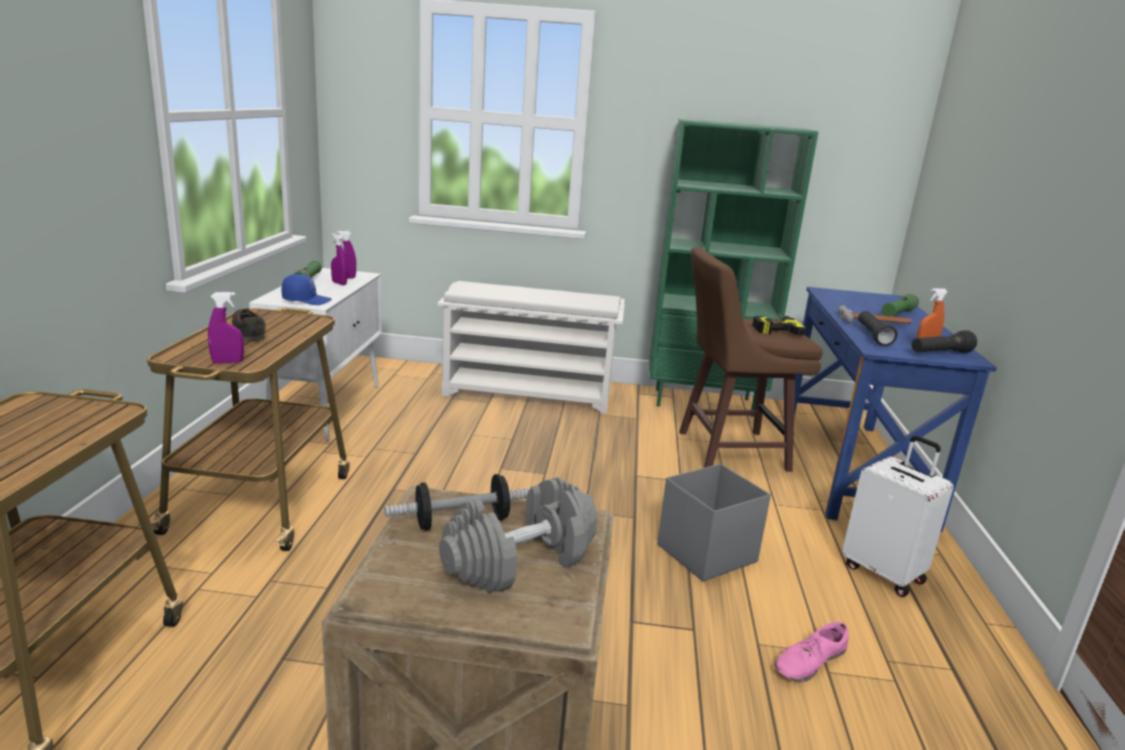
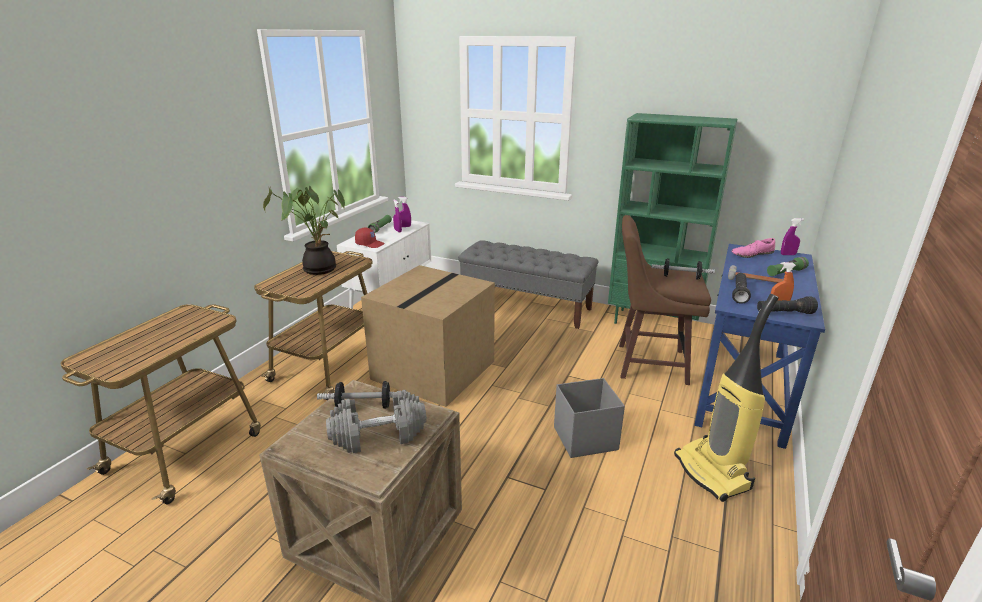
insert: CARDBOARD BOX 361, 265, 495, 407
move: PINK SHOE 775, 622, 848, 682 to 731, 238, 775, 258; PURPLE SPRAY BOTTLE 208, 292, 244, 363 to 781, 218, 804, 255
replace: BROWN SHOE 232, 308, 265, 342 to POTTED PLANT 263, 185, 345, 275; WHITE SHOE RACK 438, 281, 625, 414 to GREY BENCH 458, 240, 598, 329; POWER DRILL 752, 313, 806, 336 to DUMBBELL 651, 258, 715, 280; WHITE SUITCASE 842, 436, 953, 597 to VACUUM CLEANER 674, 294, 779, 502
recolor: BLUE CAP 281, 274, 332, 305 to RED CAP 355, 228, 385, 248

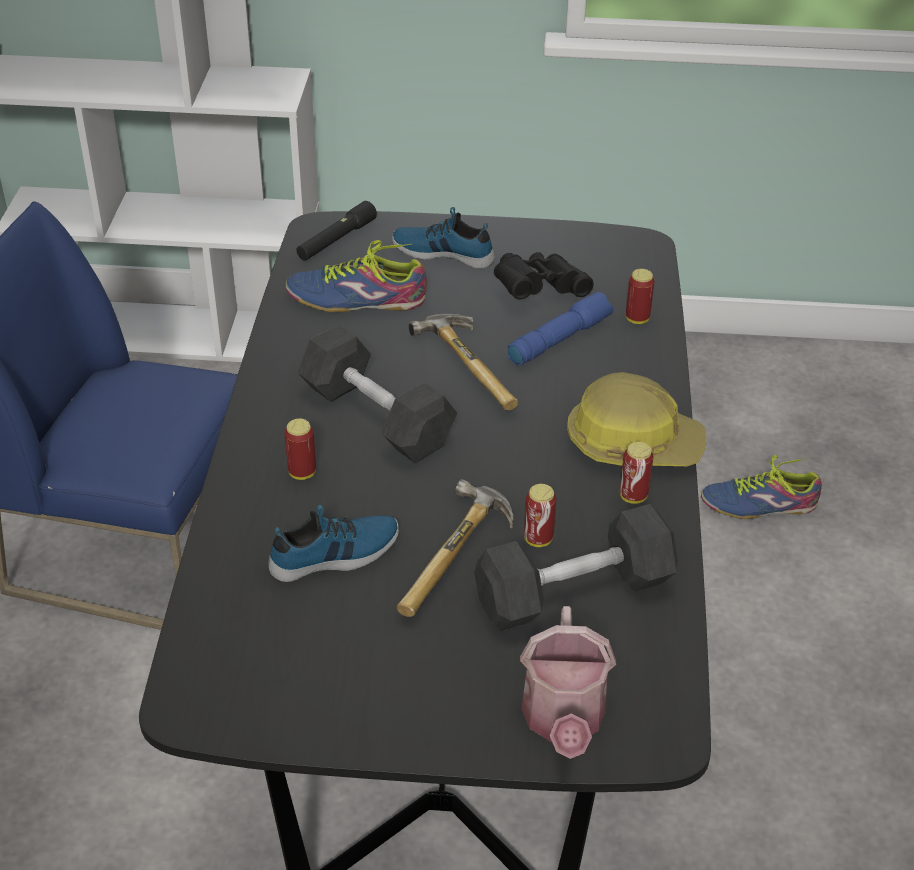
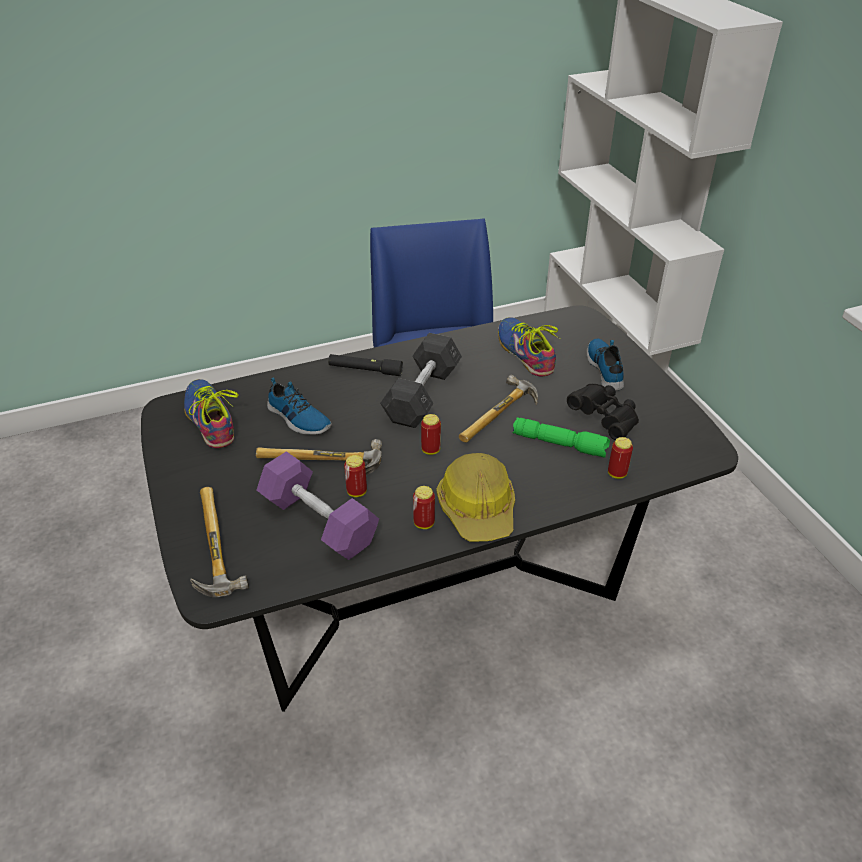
move: SHOE 701, 455, 822, 519 to 184, 379, 239, 448; BLACK FLASHLIGHT 296, 201, 377, 261 to 328, 354, 403, 376; CAN 284, 418, 316, 480 to 421, 414, 441, 455
replace: WATERING CAN 520, 606, 616, 759 to HAMMER 190, 487, 249, 597
recolor: GREY DUMBBELL 474, 504, 678, 631 to PURPLE DUMBBELL 257, 451, 379, 560; BLUE FLASHLIGHT 507, 292, 614, 366 to GREEN FLASHLIGHT 513, 417, 610, 458

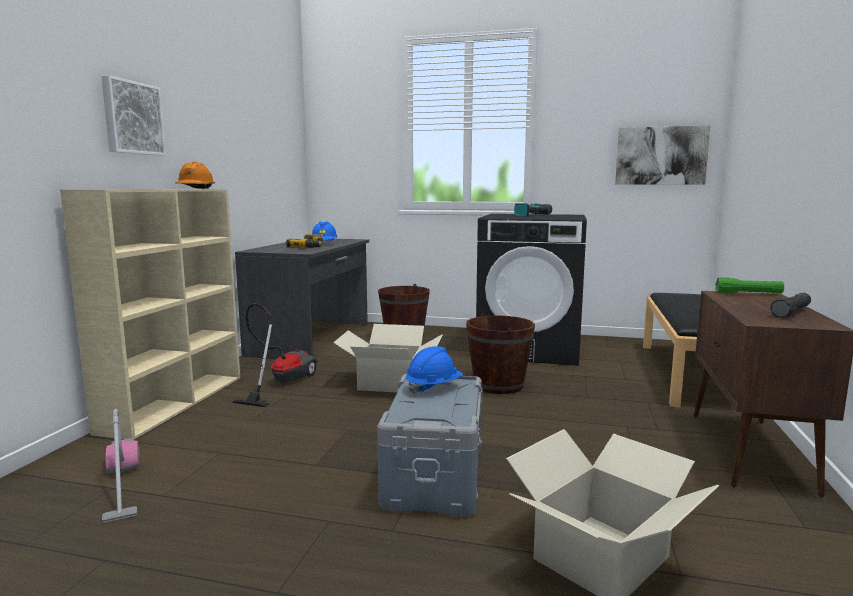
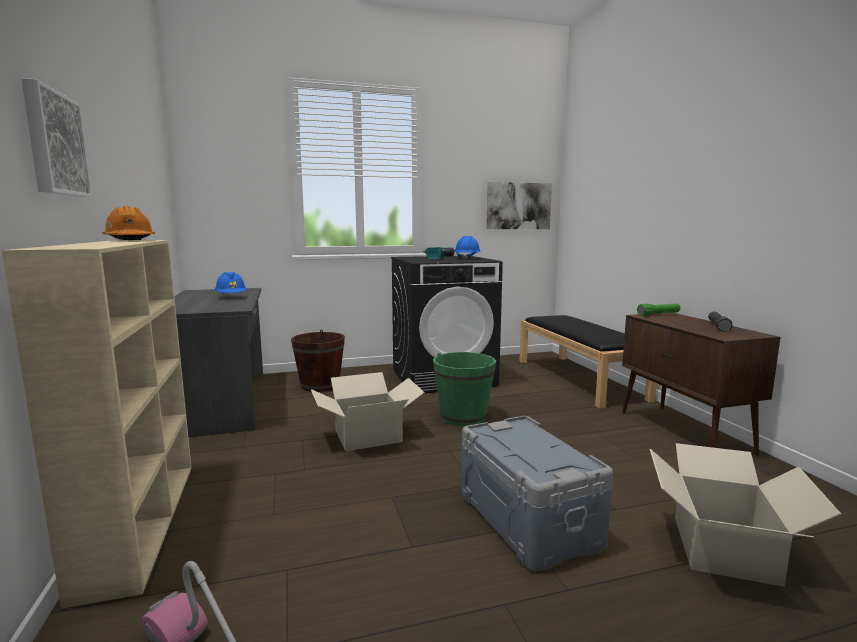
delete: VACUUM CLEANER 233, 303, 317, 407; POWER DRILL 286, 234, 323, 248
move: BLUE HARD HAT 406, 346, 463, 395 to 454, 236, 481, 260
recolor: BROWN BUCKET 466, 313, 535, 394 to GREEN BUCKET 433, 352, 496, 426

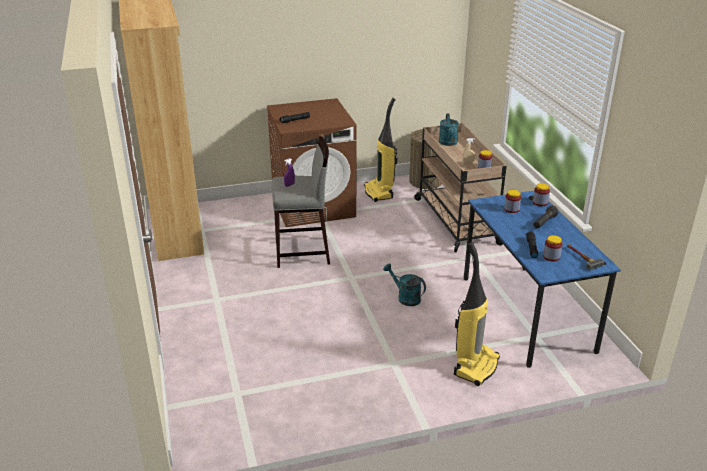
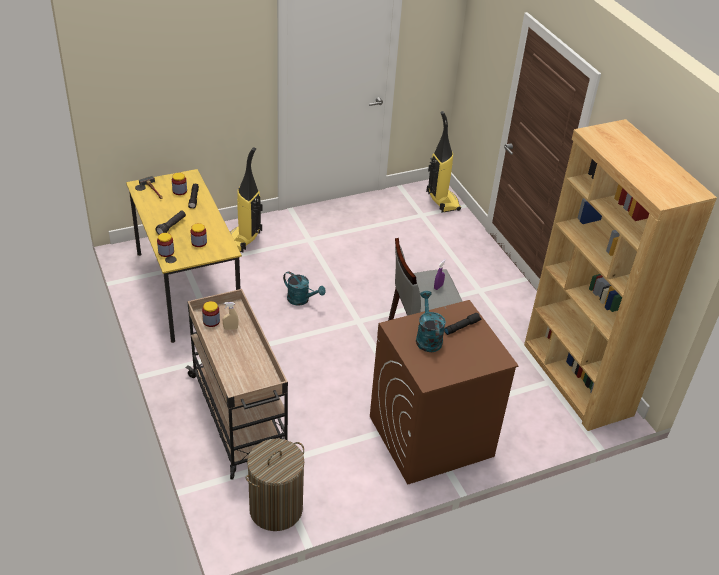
move: TURQUOISE WATERING CAN 439, 114, 459, 146 to 416, 291, 446, 352; VACUUM CLEANER 364, 98, 397, 202 to 426, 111, 461, 212
recolor: BLUE DESK 464, 191, 621, 368 to YELLOW DESK 126, 169, 242, 343

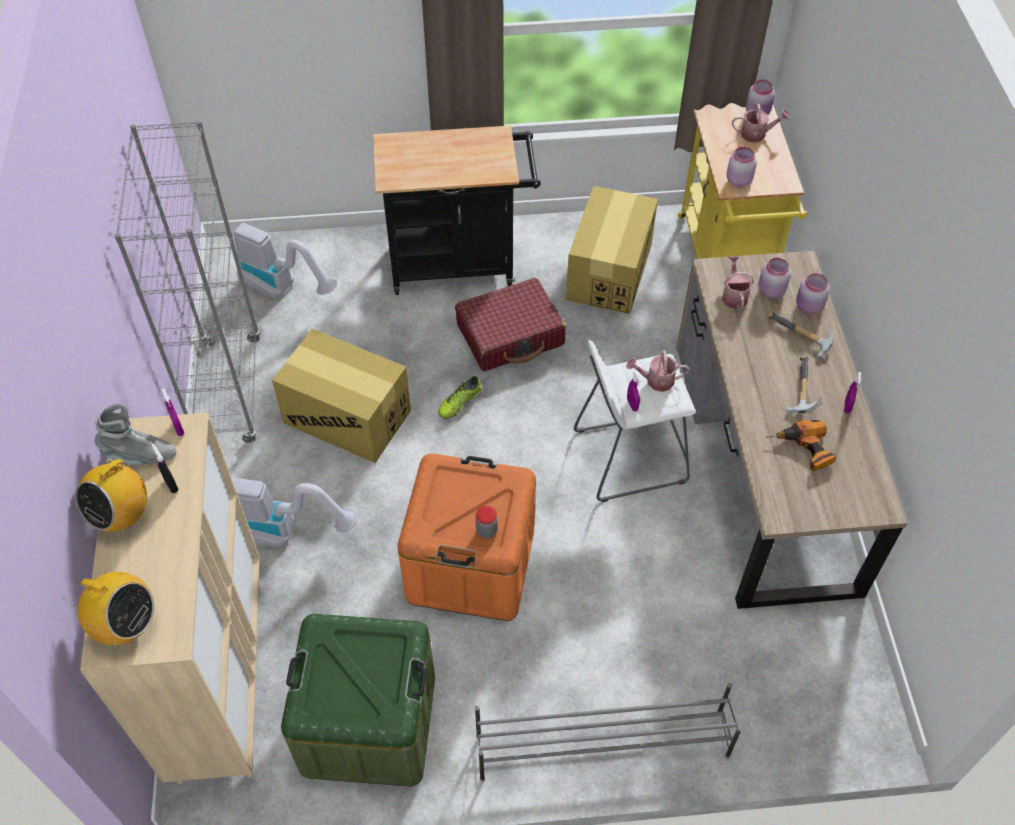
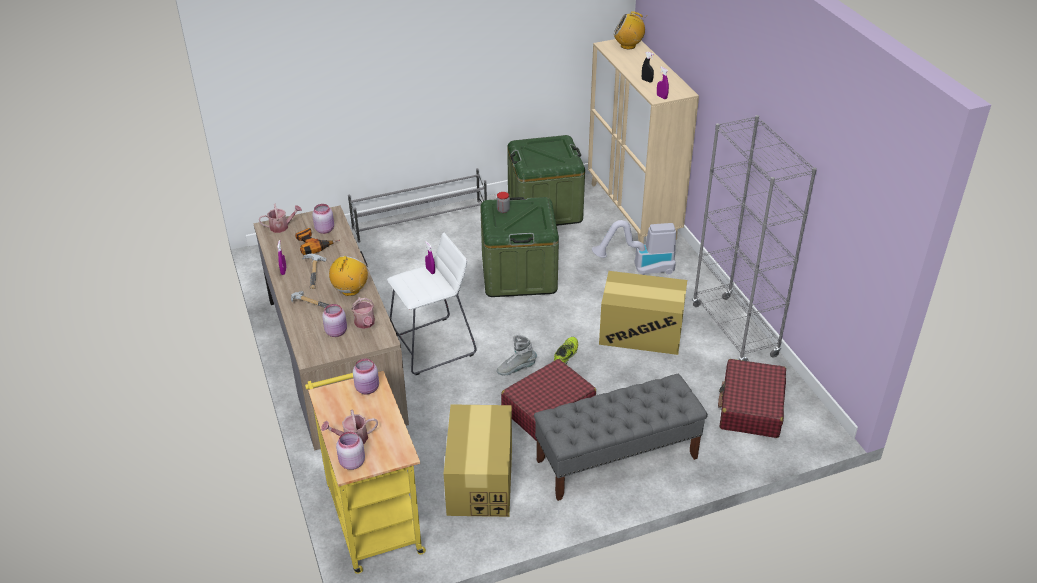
move: WATERING CAN 626, 351, 690, 392 to 259, 204, 302, 233; PINK JAR 796, 273, 830, 314 to 312, 204, 334, 234; RADIO 75, 449, 147, 532 to 329, 256, 368, 296; GREY BOOT 95, 403, 176, 465 to 497, 335, 537, 375
replace: BLACK CART 373, 125, 541, 295 to GREY BENCH 534, 374, 708, 501; VACUUM CLEANER 234, 223, 337, 298 to RED SUITCASE 718, 359, 786, 438
recolor: ORANGE STORAGE BOX 397, 453, 536, 621 to GREEN STORAGE BOX 480, 197, 559, 297

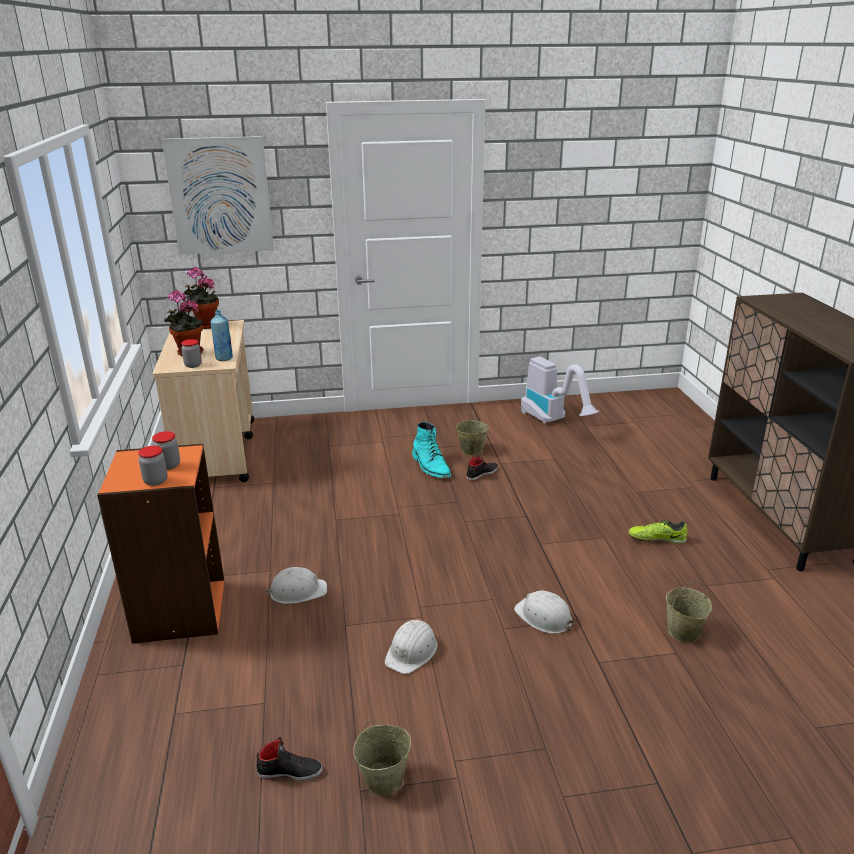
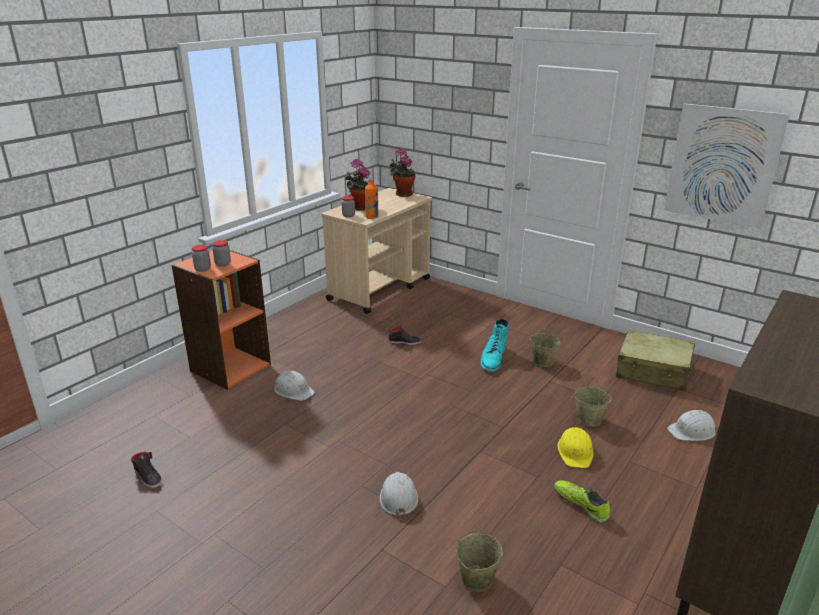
insert: YELLOW HARD HAT 557, 427, 594, 468
move: BLACK SHOE 466, 456, 499, 481 to 388, 325, 422, 345; BEIGE BUCKET 353, 720, 411, 796 to 574, 378, 612, 427; PICTURE 162, 136, 274, 255 to 664, 103, 790, 229; WHITE HARD HAT 384, 620, 438, 674 to 667, 410, 716, 441
replace: VACUUM CLEANER 521, 357, 599, 424 to BEIGE SUITCASE 616, 330, 695, 391
recolor: BLUE BOTTLE 211, 310, 233, 361 to ORANGE BOTTLE 365, 179, 378, 219

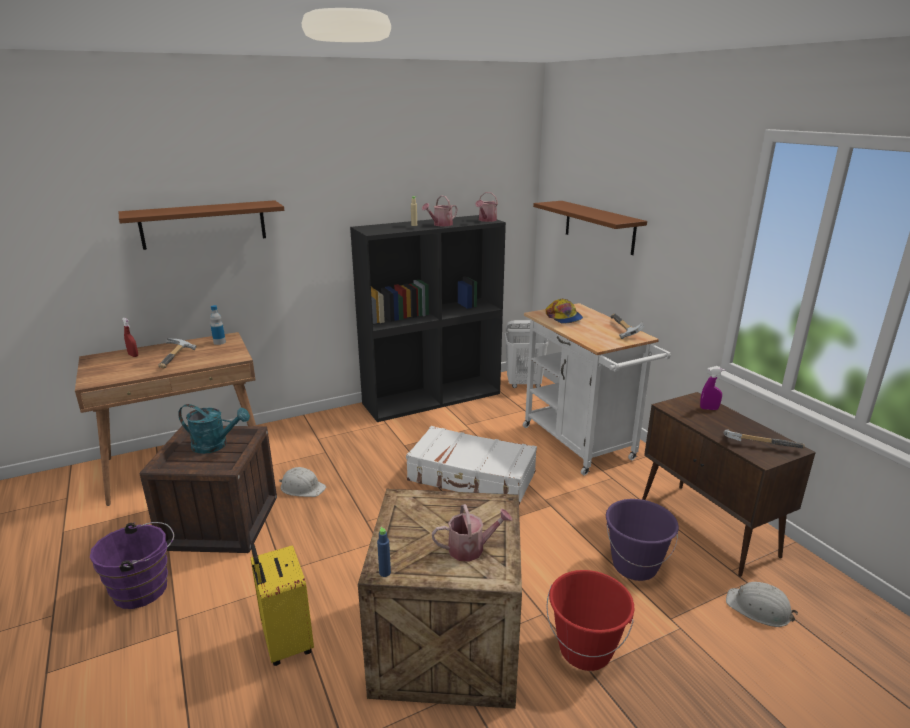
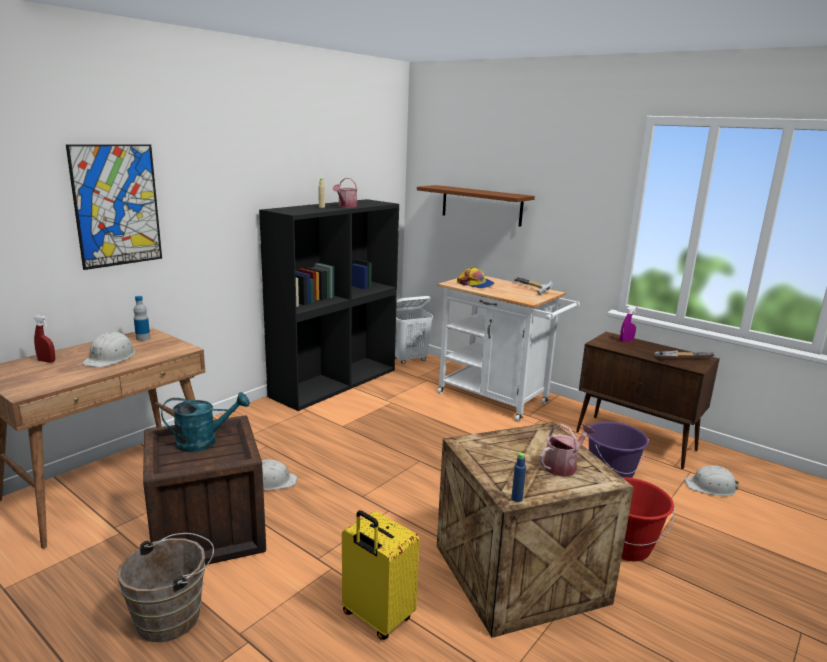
delete: WHITE SUITCASE 406, 426, 537, 505; WATERING CAN 475, 192, 498, 222
replace: BROWN SHELF 119, 200, 284, 250 to PICTURE 66, 144, 162, 270; HAMMER 158, 338, 196, 368 to WHITE HARD HAT 82, 332, 135, 367
recolor: PURPLE BUCKET 90, 522, 174, 609 to BROWN BUCKET 117, 533, 214, 642

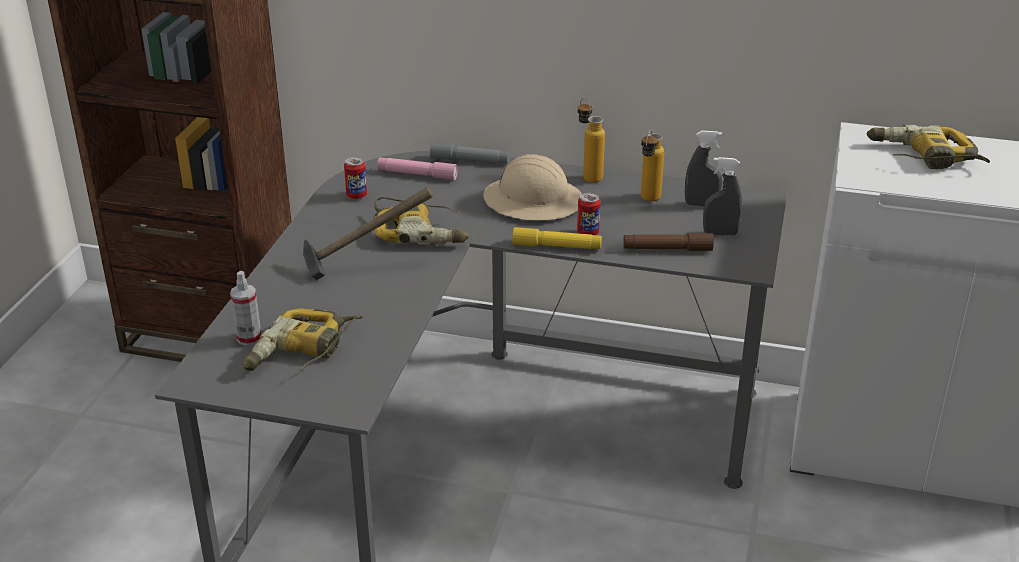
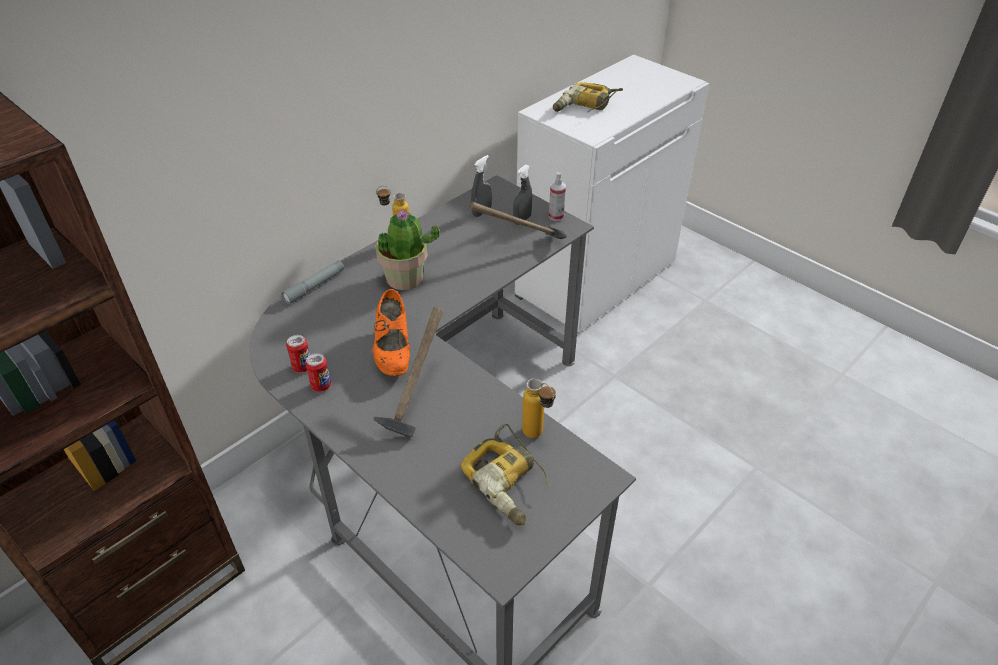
delete: PINK FLASHLIGHT 377, 157, 458, 180; YELLOW FLASHLIGHT 512, 227, 602, 249
move: CAN 577, 193, 600, 235 to 305, 353, 331, 392; BOTTLE 641, 130, 664, 201 to 522, 378, 556, 438; SPRAY BOTTLE 230, 271, 261, 346 to 549, 172, 566, 221
replace: POWER DRILL 374, 197, 469, 245 to ORANGE SHOE 373, 289, 410, 376; BEIGE HARD HAT 483, 154, 582, 220 to POTTED PLANT 375, 209, 439, 290; BROWN FLASHLIGHT 623, 233, 714, 251 to HAMMER 469, 202, 567, 239

